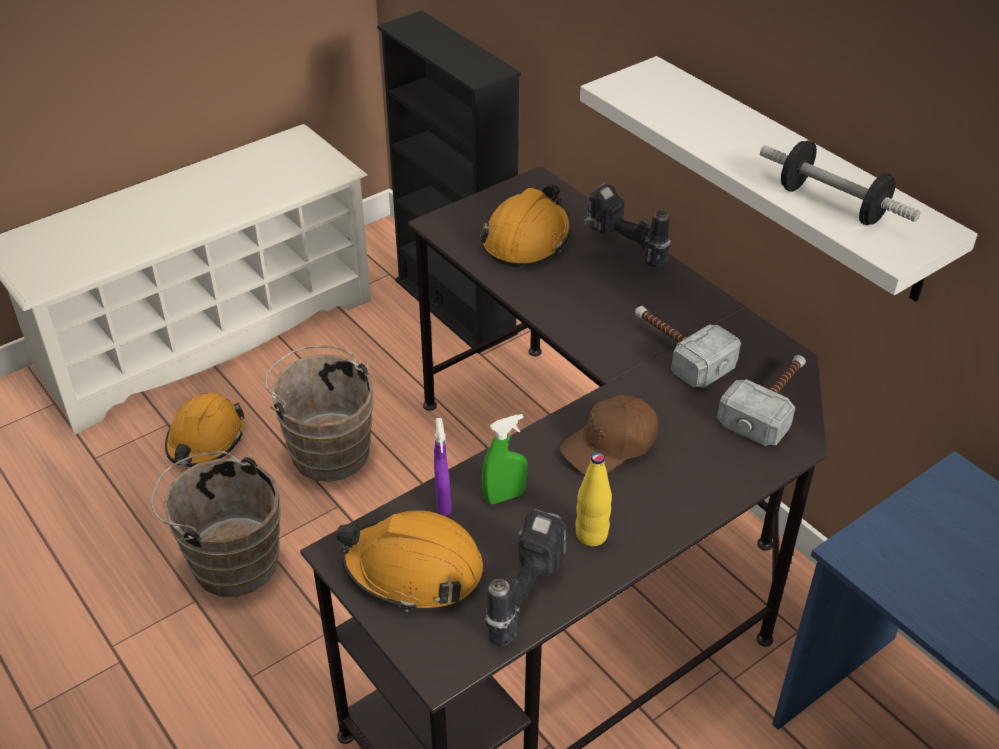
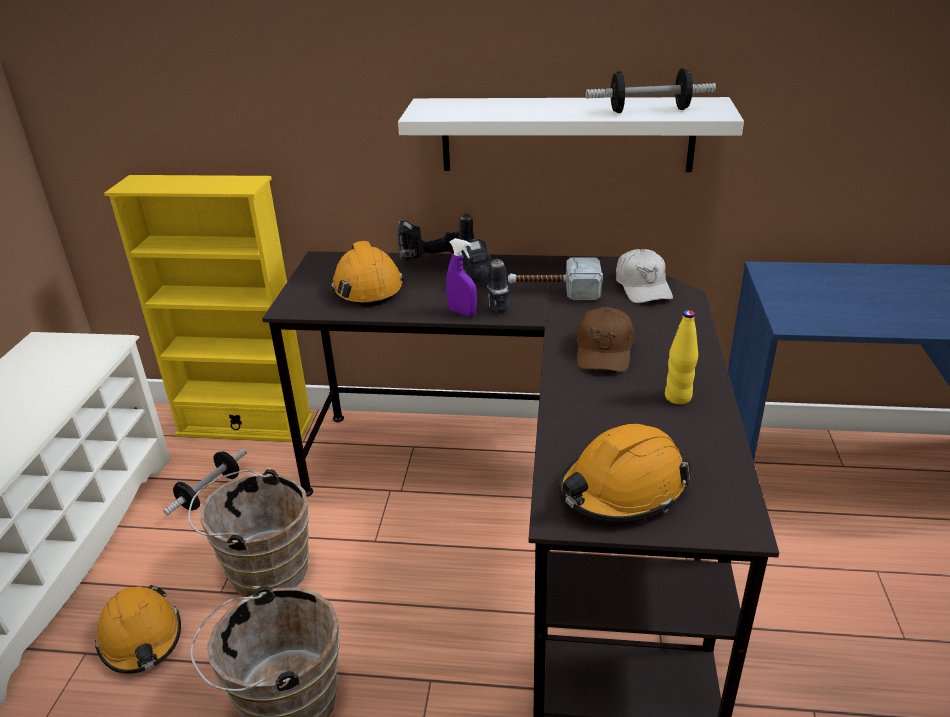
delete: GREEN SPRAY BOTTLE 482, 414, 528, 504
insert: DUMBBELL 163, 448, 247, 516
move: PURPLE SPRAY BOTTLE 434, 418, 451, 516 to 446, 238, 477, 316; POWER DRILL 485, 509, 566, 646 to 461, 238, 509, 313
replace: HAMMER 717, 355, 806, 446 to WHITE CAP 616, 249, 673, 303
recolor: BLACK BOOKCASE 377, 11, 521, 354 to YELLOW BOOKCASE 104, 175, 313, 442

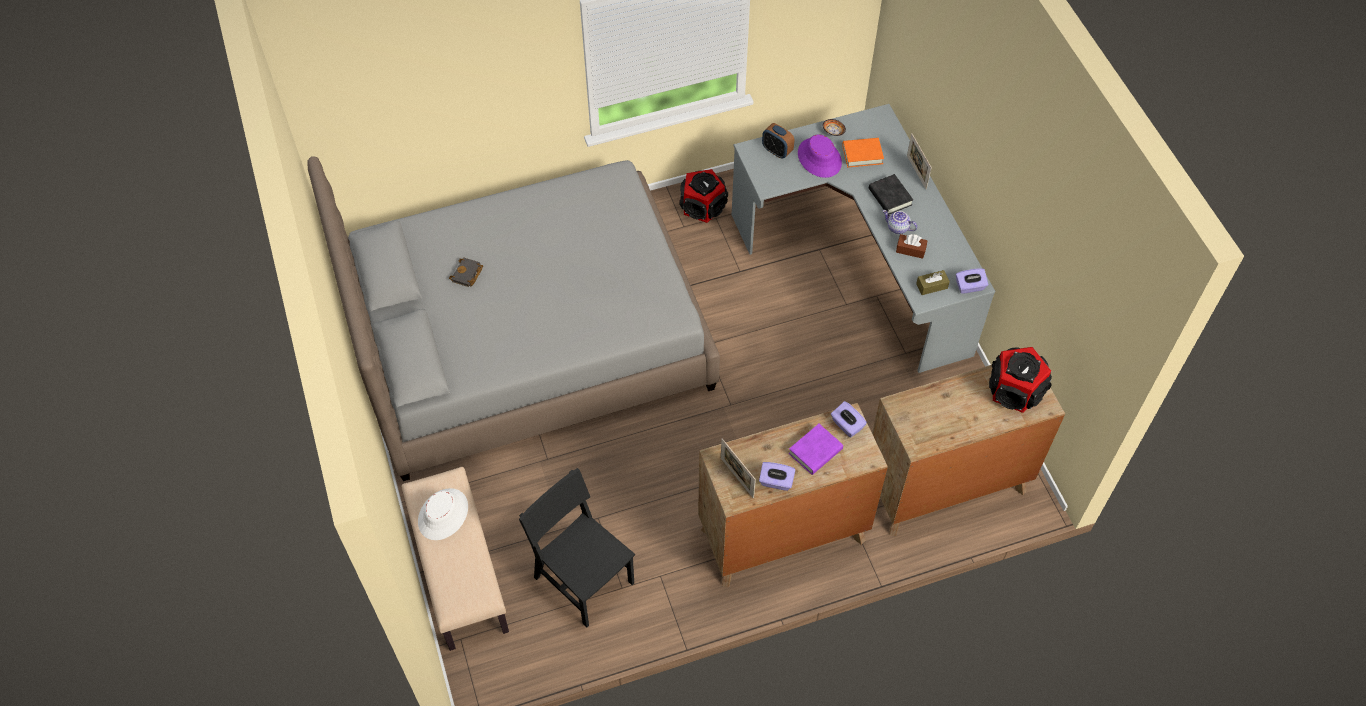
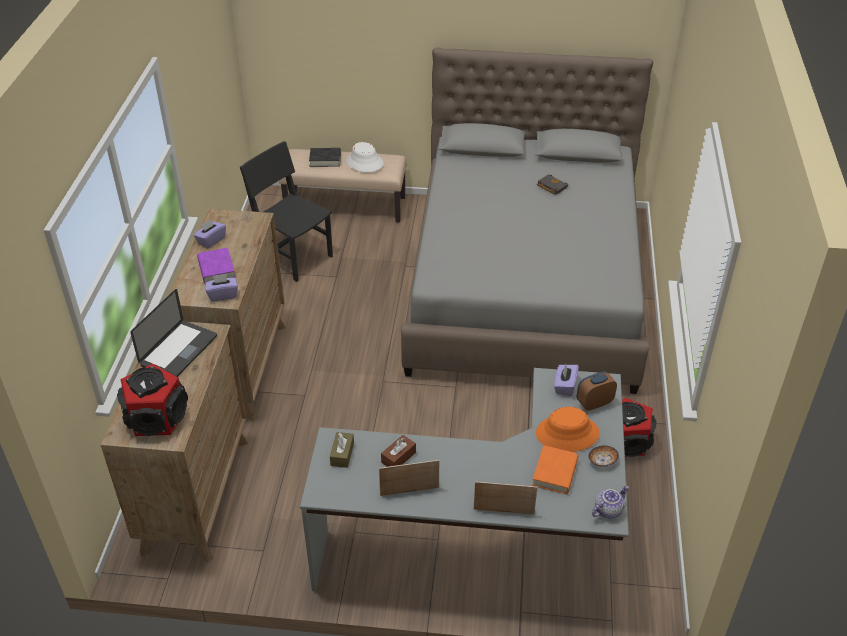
insert: LAPTOP 130, 289, 217, 377
move: BLACK BOOK 869, 174, 913, 214 to 309, 148, 341, 167; PICTURE FRAME 721, 439, 756, 498 to 379, 460, 439, 496; PURPLE TISSUE BOX 956, 268, 988, 294 to 554, 363, 579, 396; TEAPOT 883, 210, 917, 234 to 592, 486, 629, 519
recolor: PURPLE HAT 798, 134, 842, 178 to ORANGE HAT 536, 407, 600, 452
rotate: BLACK CHAIR 519, 468, 635, 628 = 240, 141, 333, 282 120 degrees counterclockwise

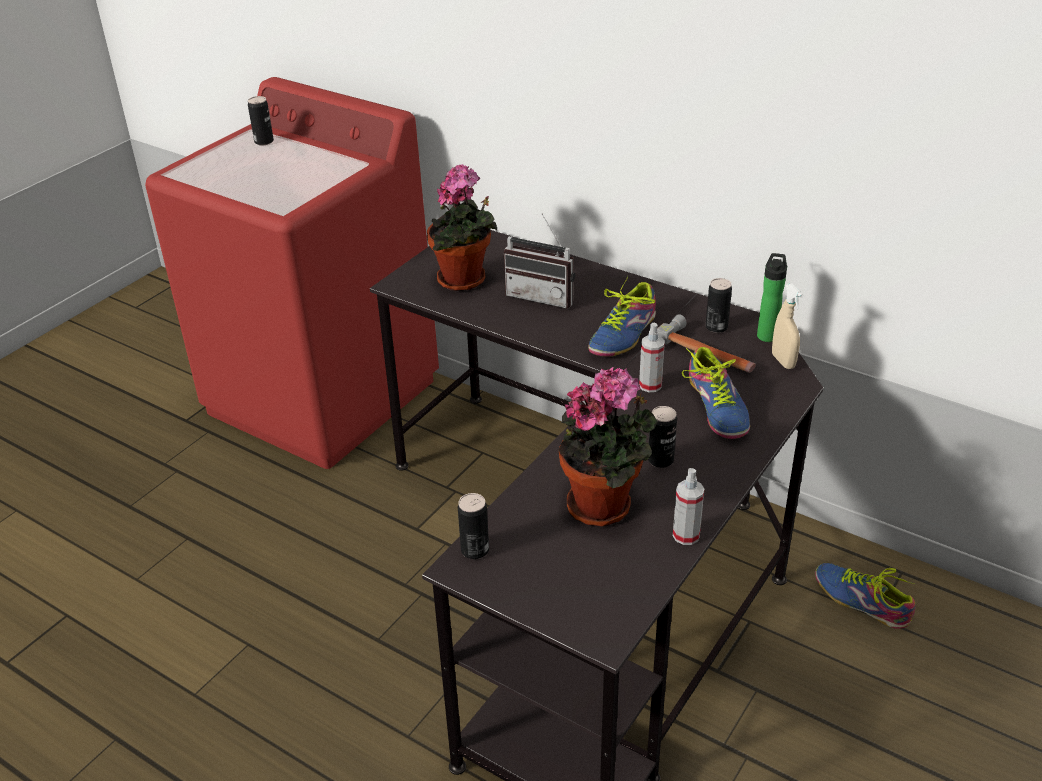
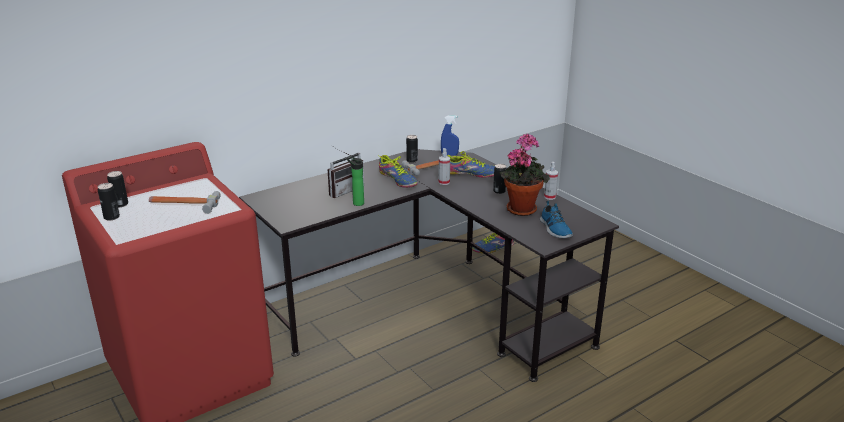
delete: POTTED PLANT 427, 164, 497, 291
insert: HAMMER 149, 191, 221, 214; SHOE 540, 201, 573, 238
move: CAN 458, 493, 489, 559 to 98, 183, 120, 220; BOTTLE 757, 253, 787, 342 to 347, 157, 364, 206
recolor: BEIGE SPRAY BOTTLE 772, 283, 803, 369 to BLUE SPRAY BOTTLE 441, 116, 459, 156

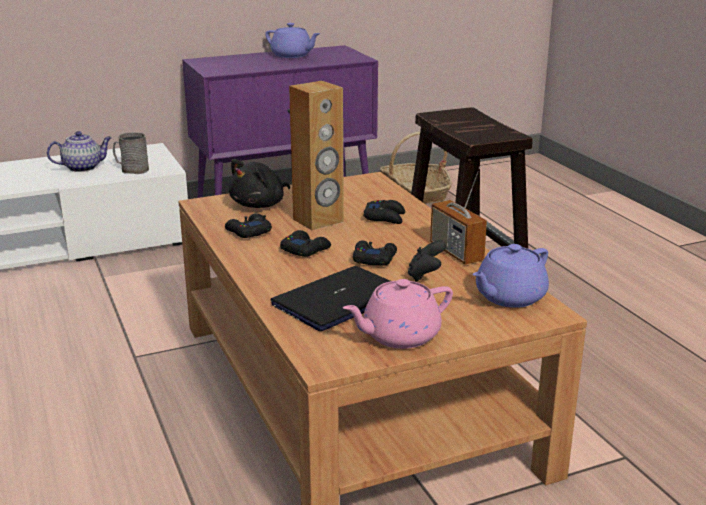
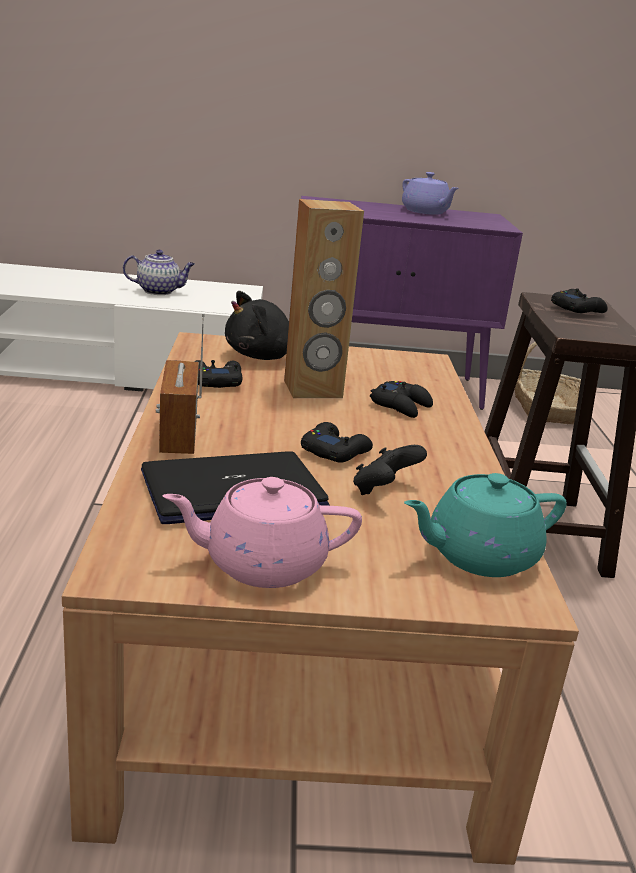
delete: GREY MUG 113, 133, 149, 174
move: RADIO 430, 166, 487, 264 to 156, 313, 204, 454; BLACK GAME CONTROLLER 280, 230, 331, 257 to 551, 289, 608, 313
recolor: PURPLE TEAPOT 473, 244, 549, 308 to TURQUOISE TEAPOT 404, 473, 567, 577

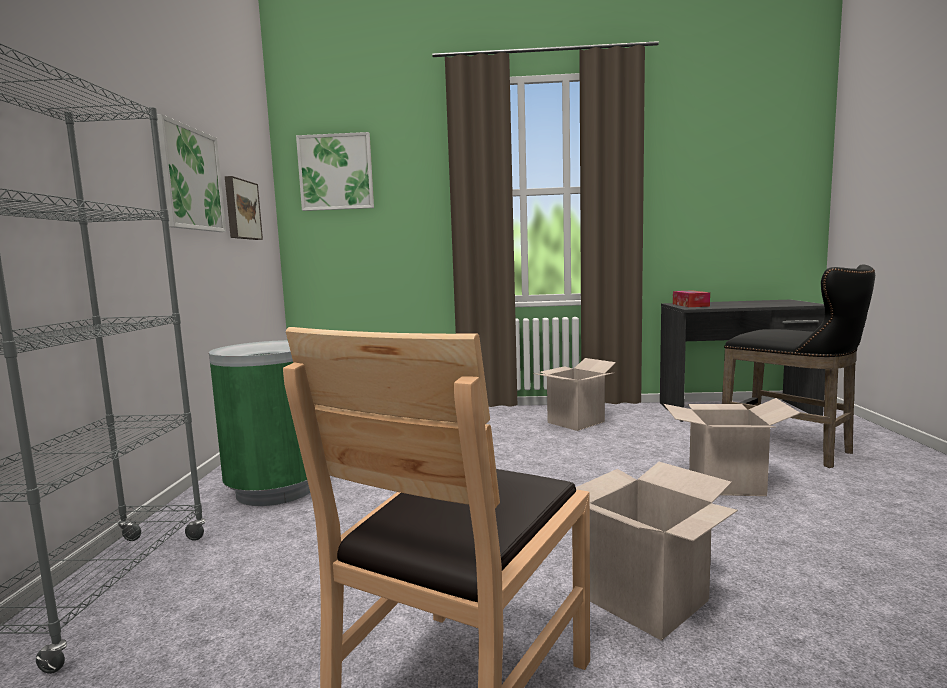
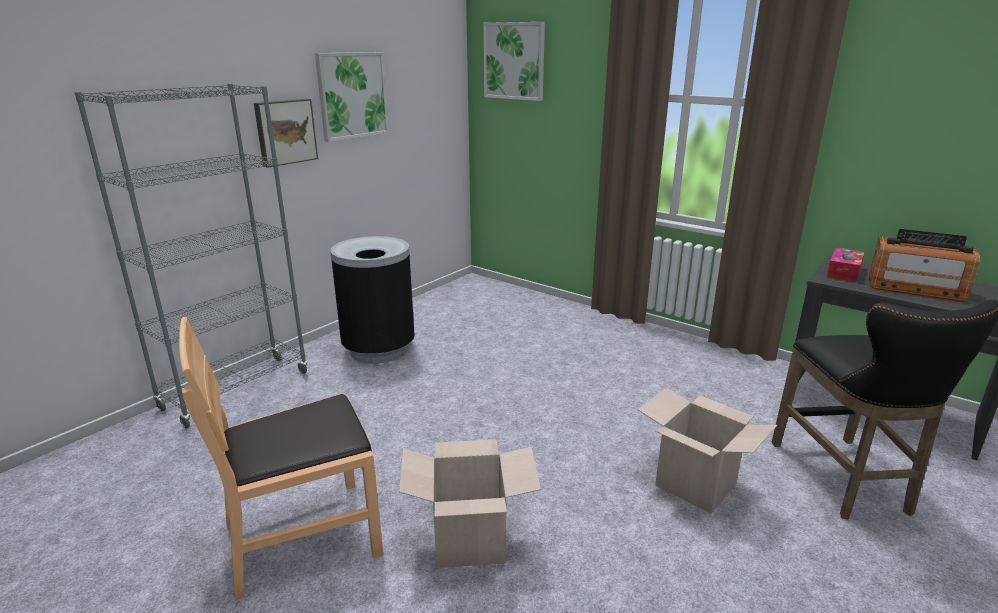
delete: CARDBOARD BOX 533, 358, 616, 431
insert: RADIO 869, 229, 980, 302
move: PICTURE 225, 176, 263, 240 to 254, 99, 318, 168
recolor: GREEN TRASH CAN 209, 340, 310, 506 to BLACK TRASH CAN 330, 236, 415, 364

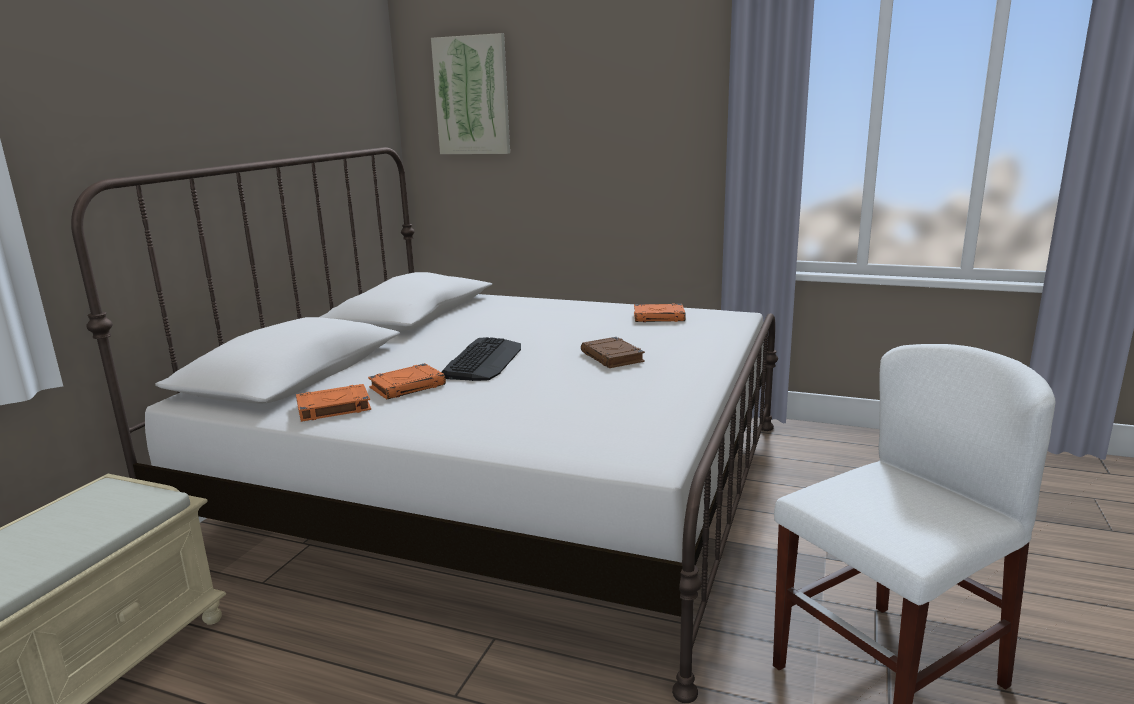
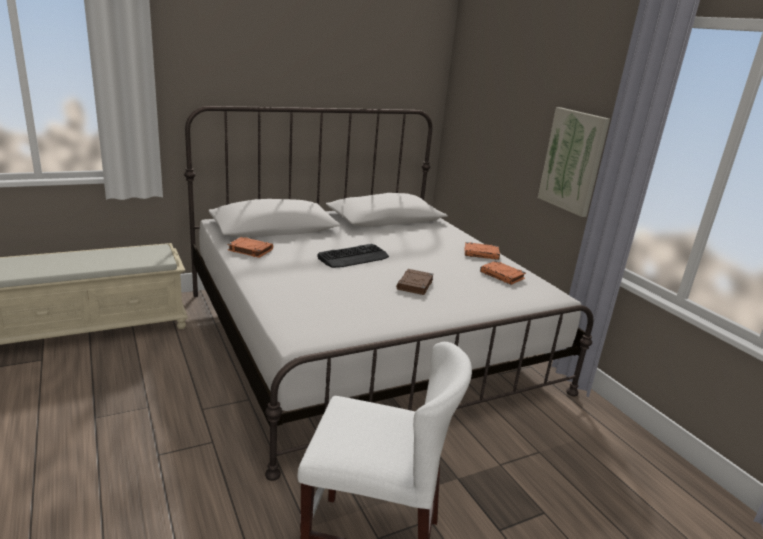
move: ORANGE BOOK 368, 363, 446, 399 to 464, 242, 500, 260; PICTURE 431, 33, 510, 154 to 538, 107, 610, 217

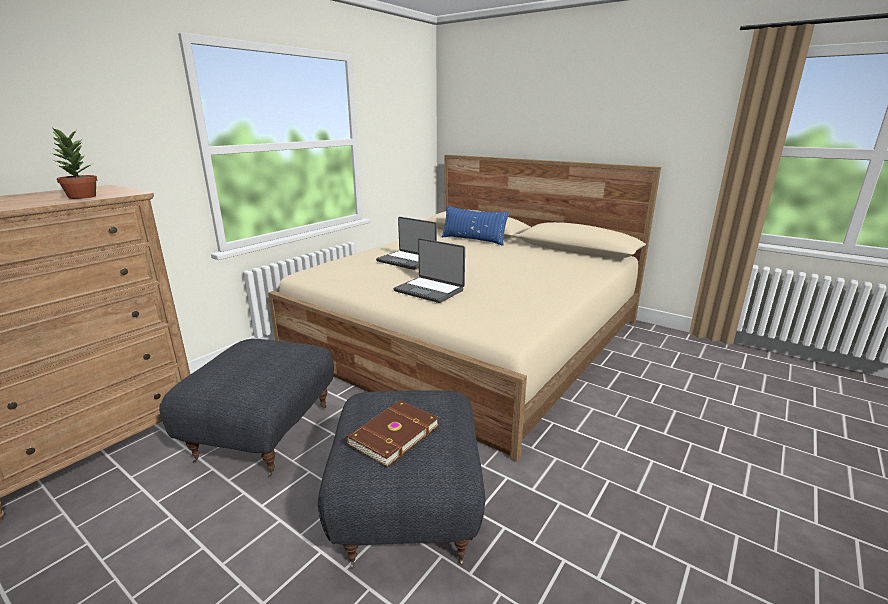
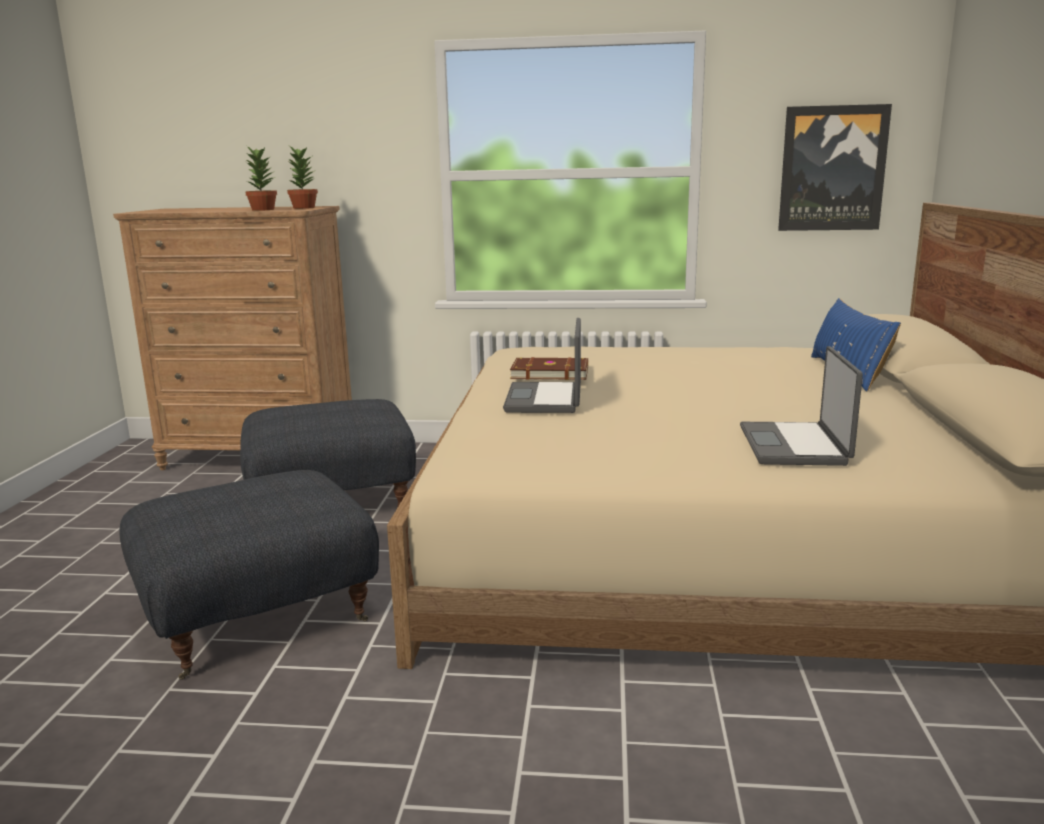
insert: POTTED PLANT 287, 147, 318, 209; PICTURE 778, 104, 892, 231
move: BROWN BOOK 346, 400, 439, 467 to 510, 357, 588, 380; LAPTOP 376, 217, 437, 270 to 740, 346, 863, 466

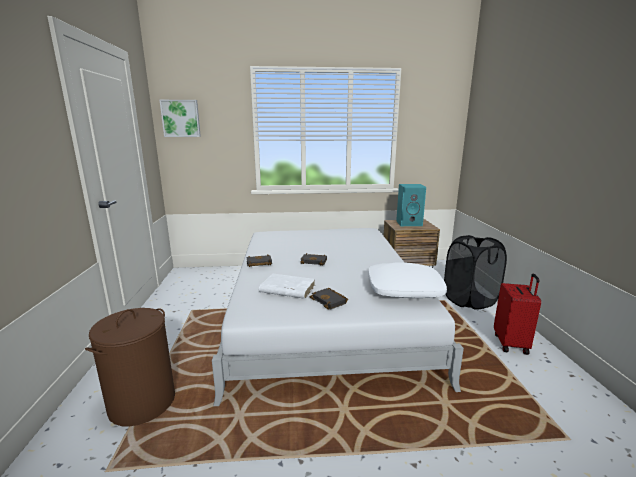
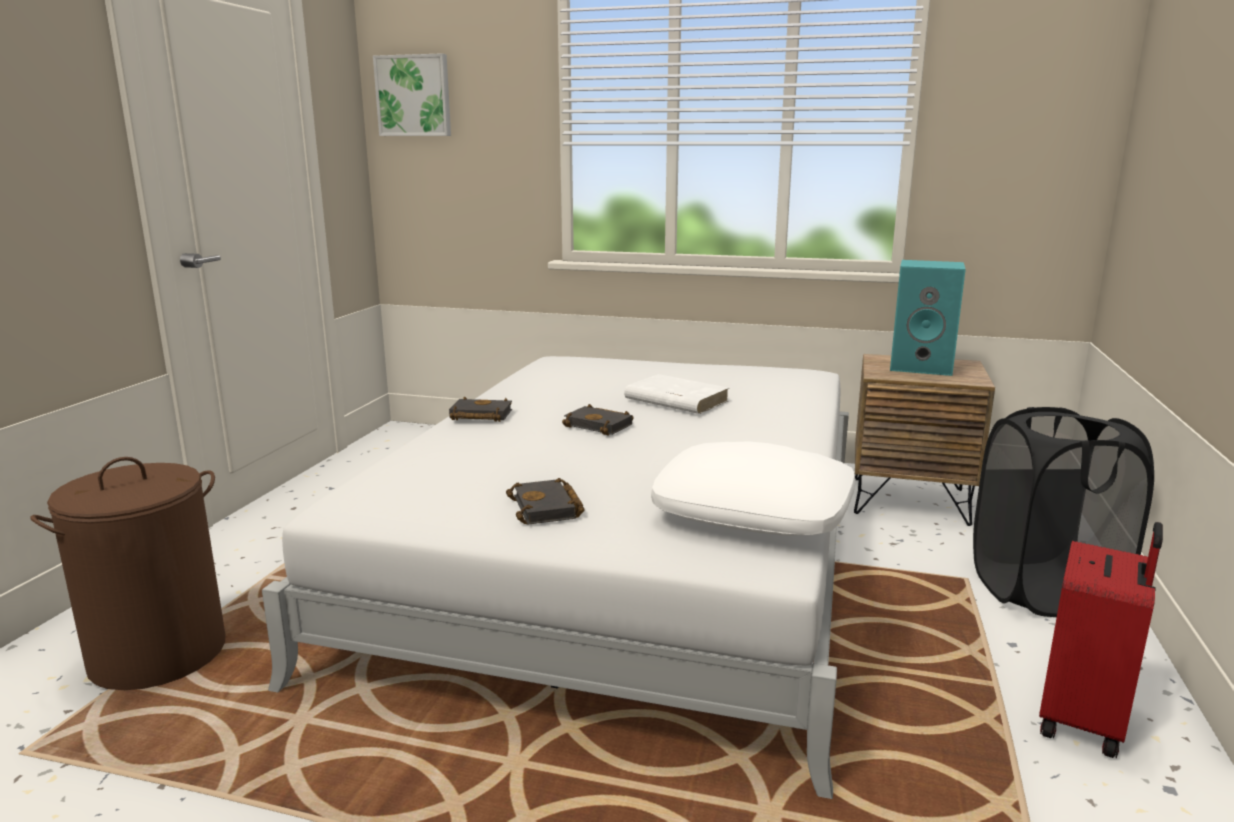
move: WHITE BOOK 259, 274, 315, 299 to 624, 374, 729, 414

